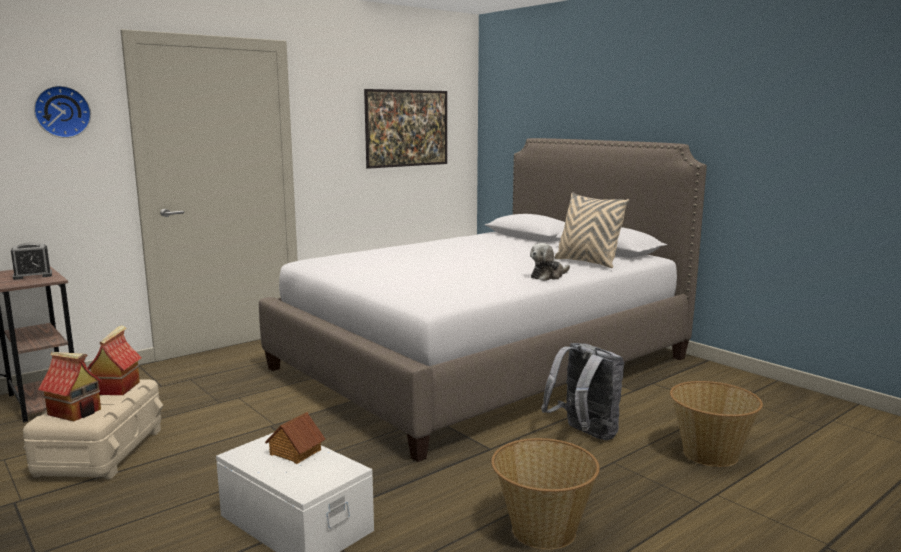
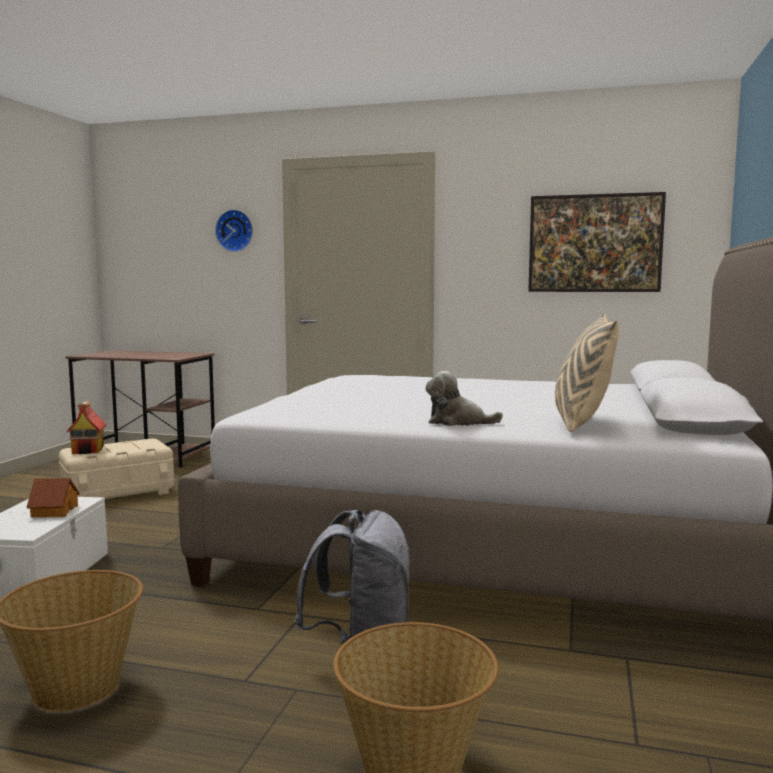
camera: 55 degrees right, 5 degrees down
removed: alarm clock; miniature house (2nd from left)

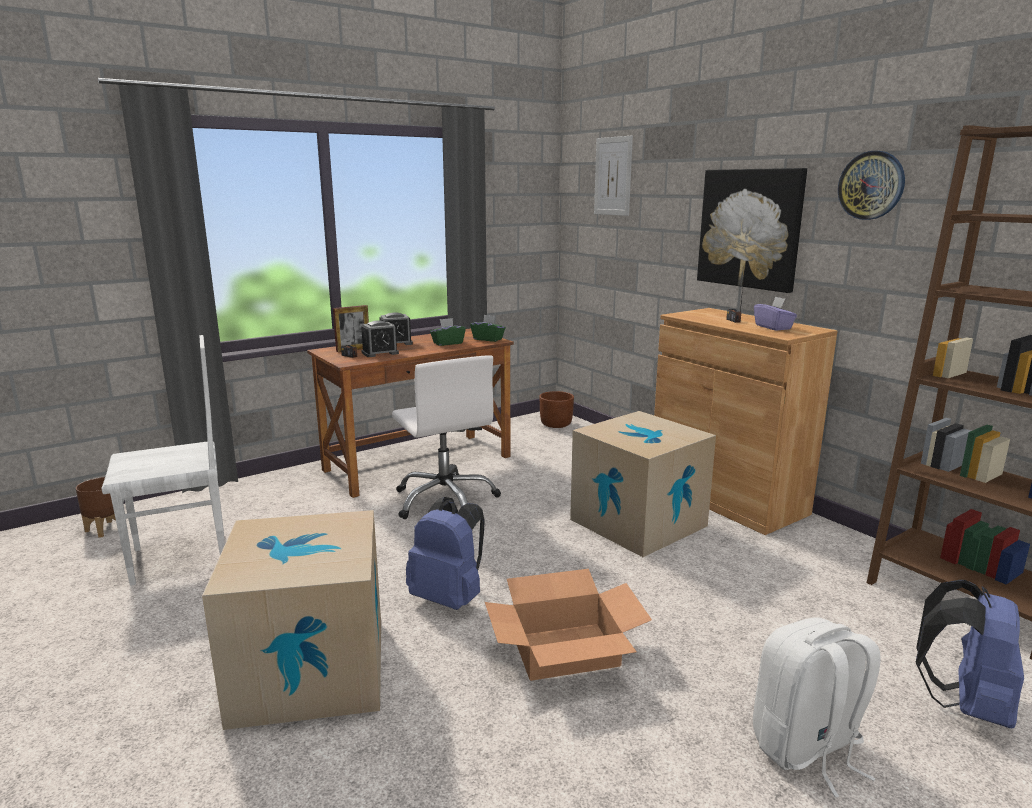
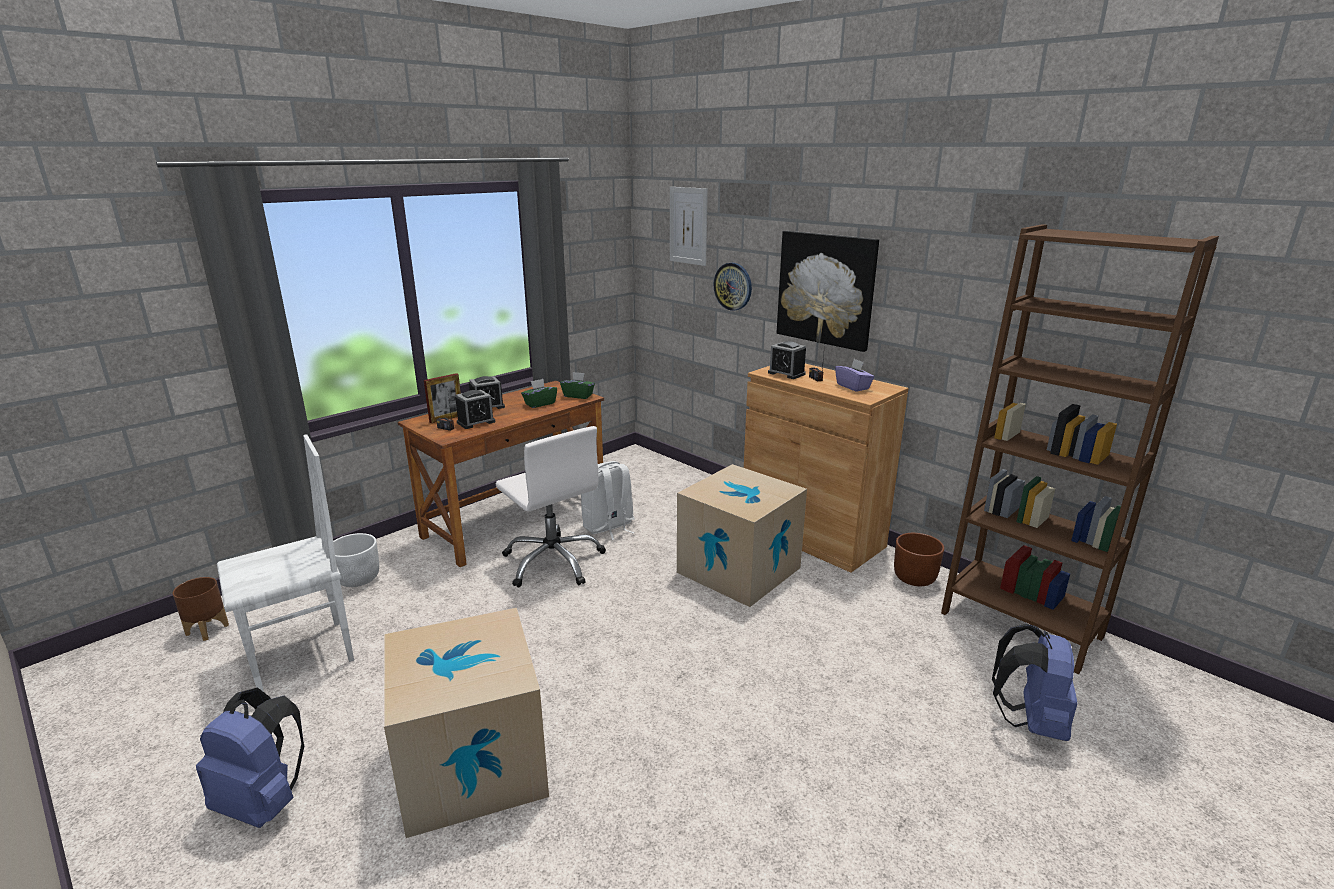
camera: 10 degrees left, 5 degrees up
removed: cardboard box (2nd from left)
added: alarm clock (3rd from left); white plant pot
moved: hanging clock; brownish plant pot (2nd from left); blue rucksack (1st from left); white rucksack

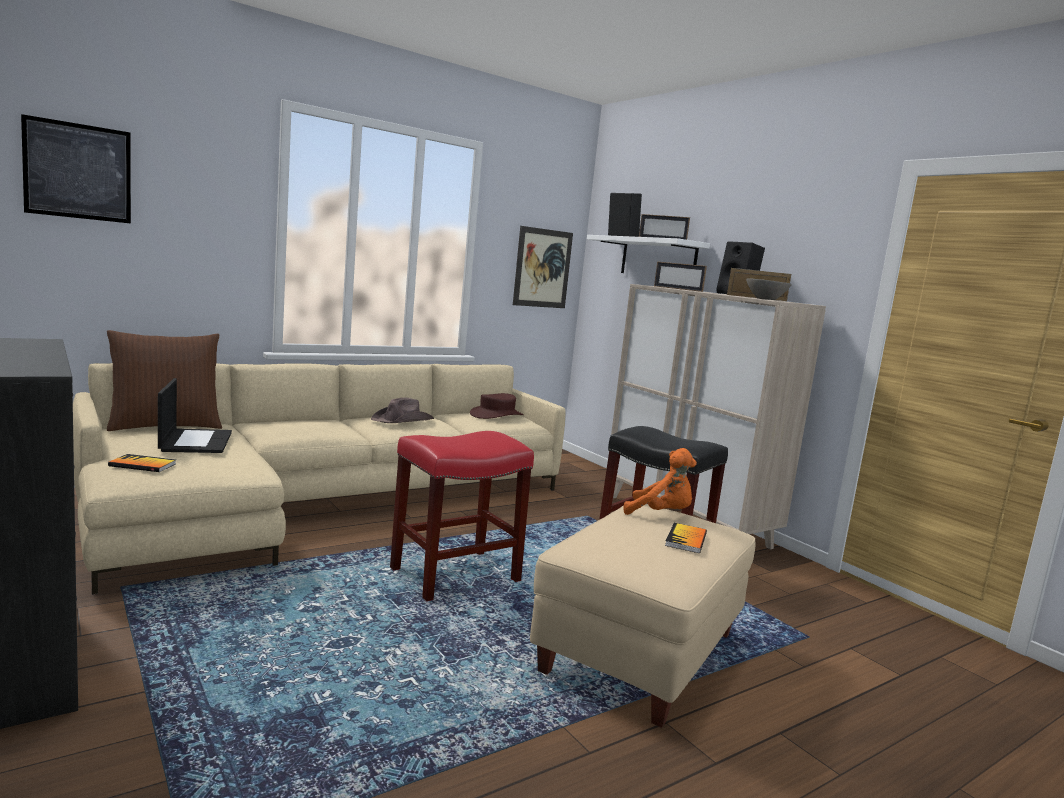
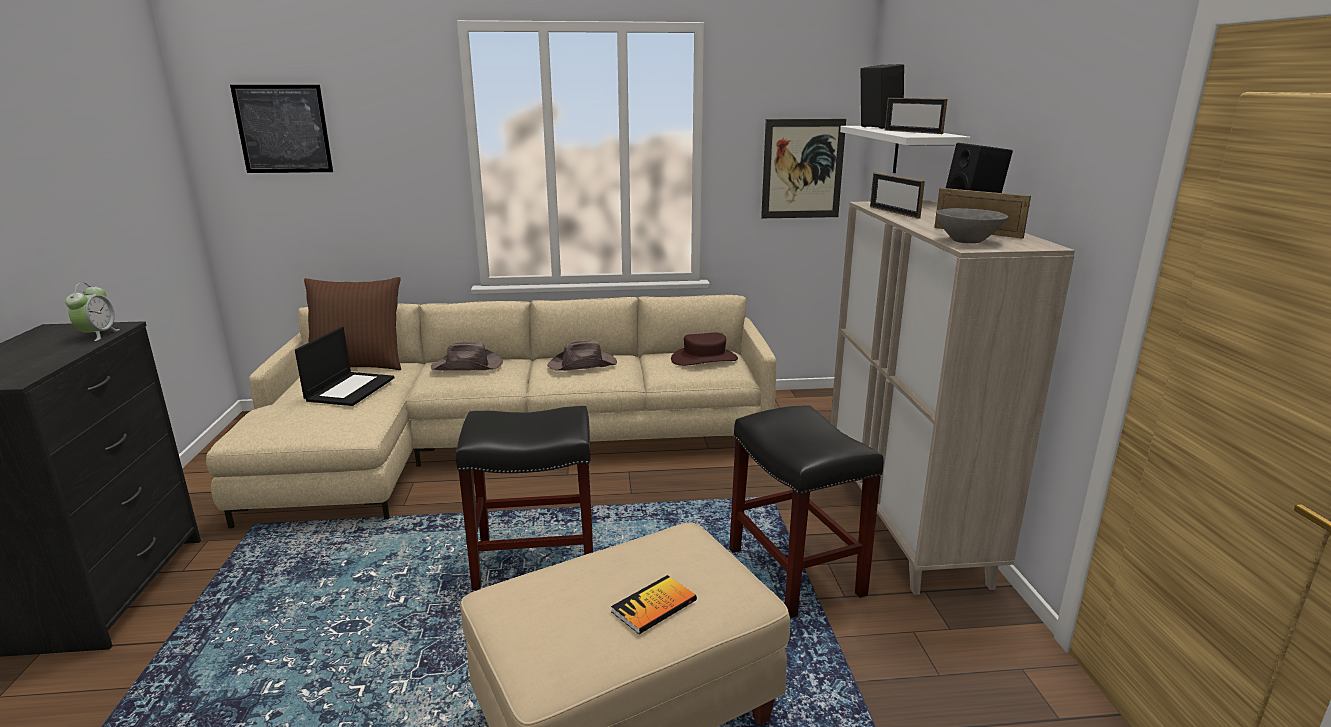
camera: 30 degrees right, 10 degrees up
removed: orangey soft toy; volume (1st from left)
added: alarm clock; brownish clothing hat (1st from left)
recoloured: reddish sitting stool to blackish sitting stool (1st from left)

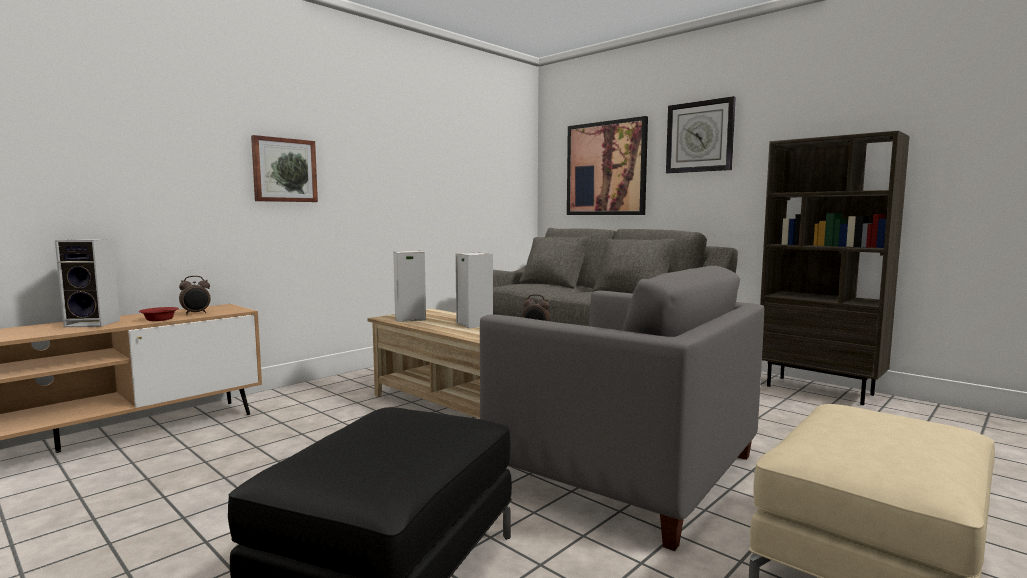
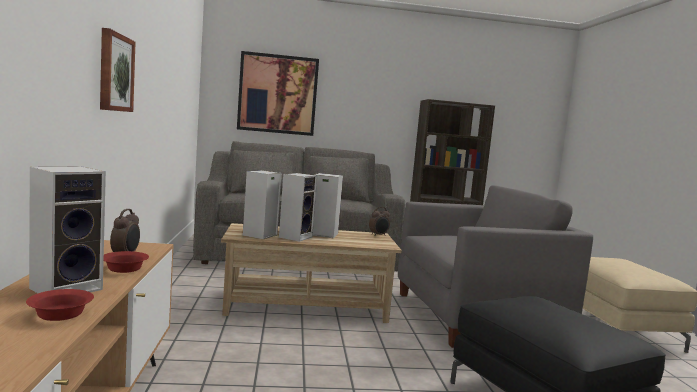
camera: 50 degrees left, 0 degrees up
removed: hanging clock
added: loudspeaker (3rd from left); reddish deep dish (1st from left)

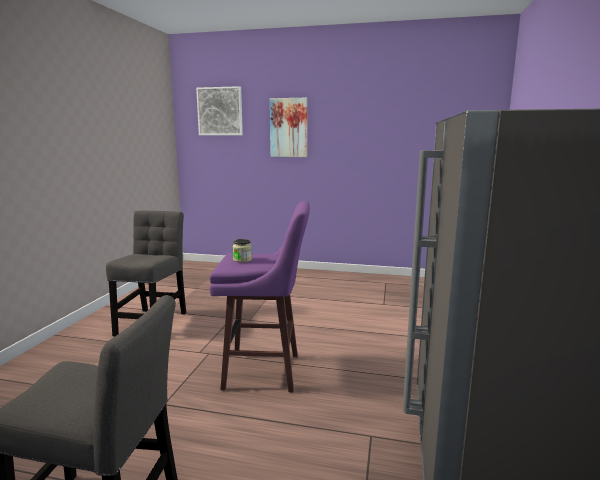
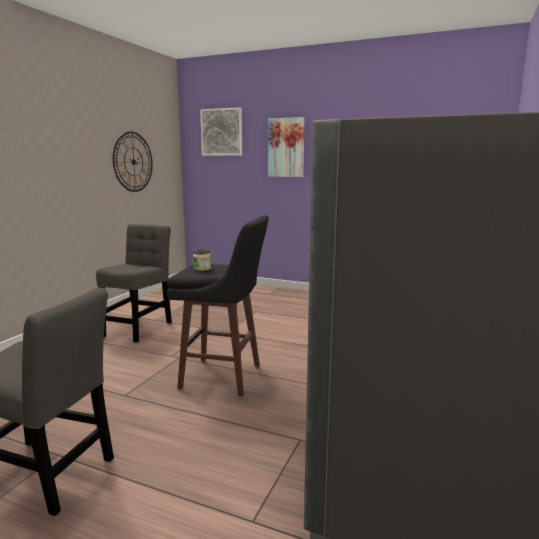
camera: 10 degrees right, 0 degrees up
added: hanging clock
recoloured: purple-coloured sitting stool to blackish sitting stool

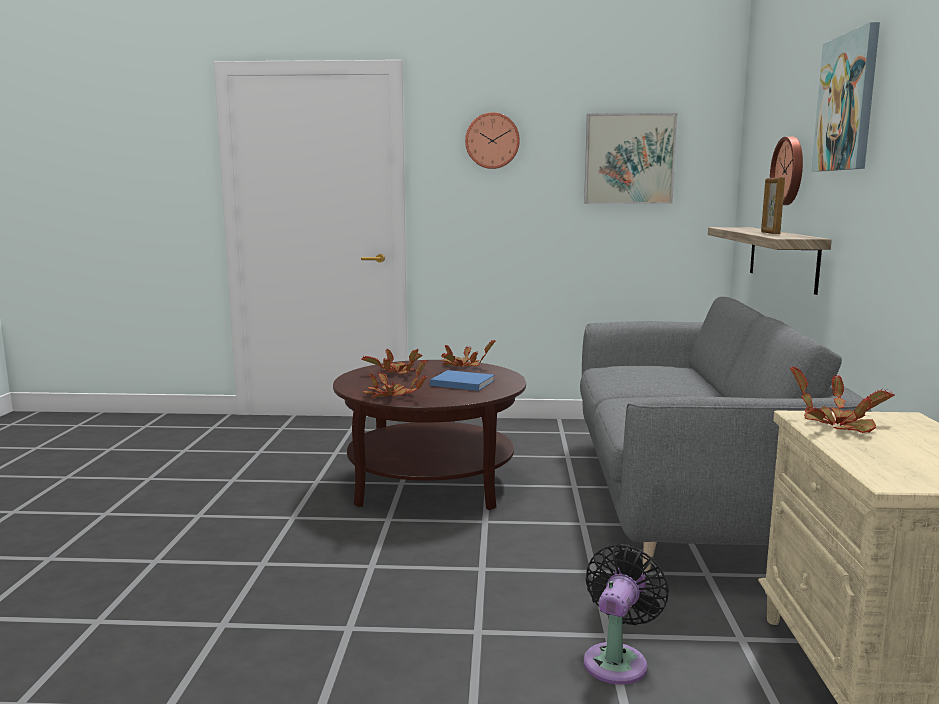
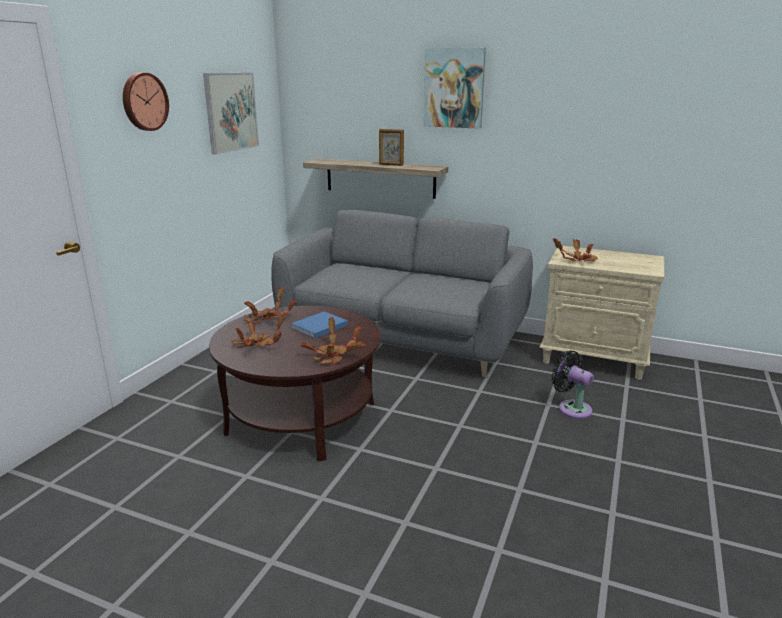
camera: 70 degrees left, 10 degrees up
removed: hanging clock (2nd from left)

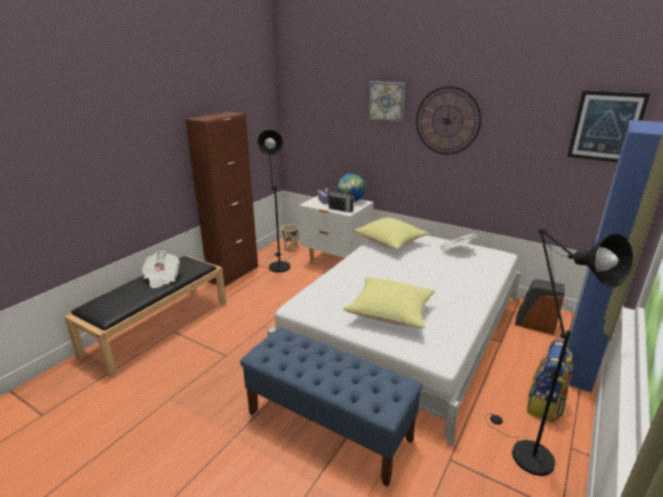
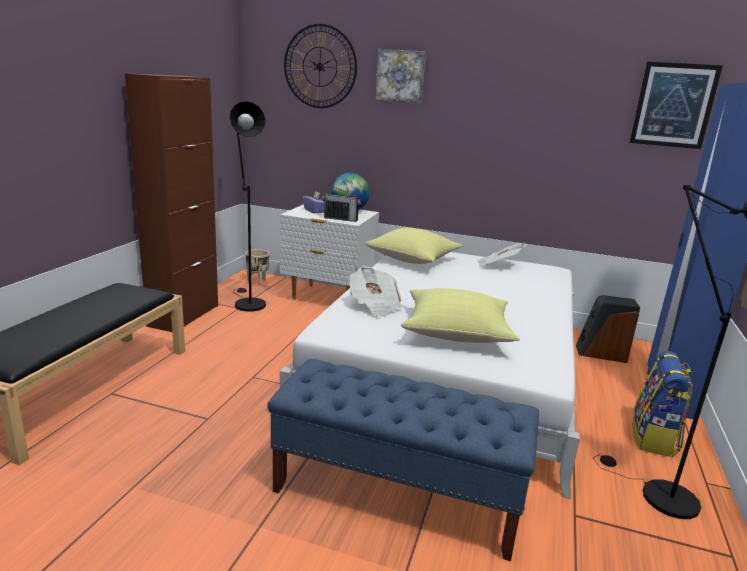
camera: 15 degrees left, 5 degrees down
moved: hanging clock; daily paper (1st from left)

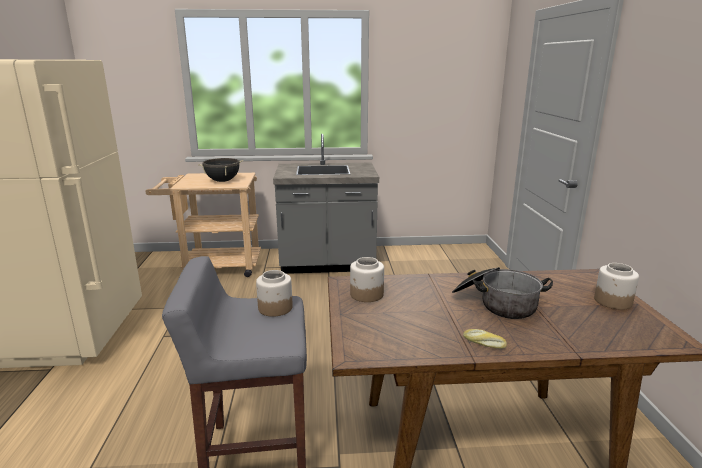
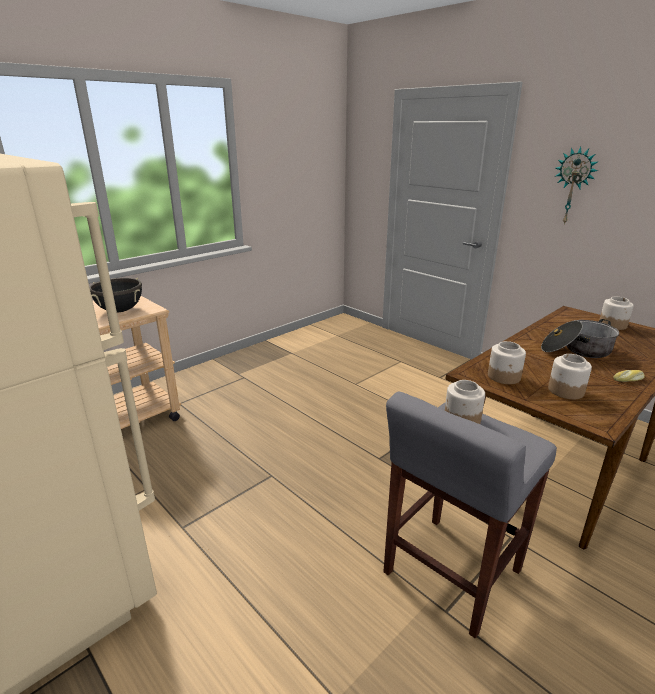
camera: 40 degrees left, 5 degrees up
removed: grey counter
added: hanging clock; jar (3rd from left)

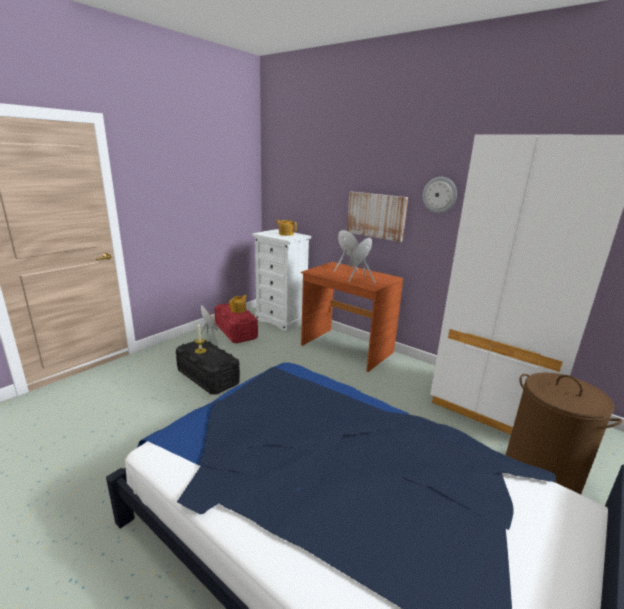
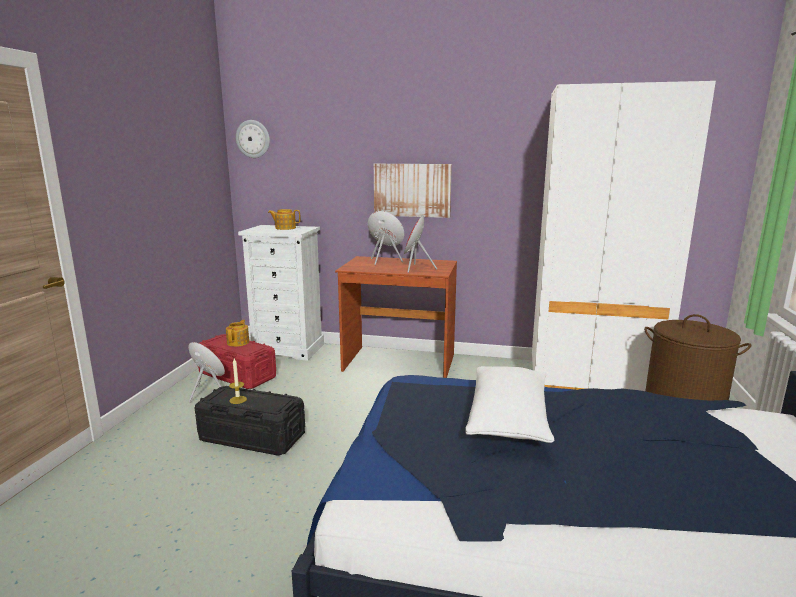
camera: 25 degrees left, 5 degrees down
added: white cushion
moved: hanging clock

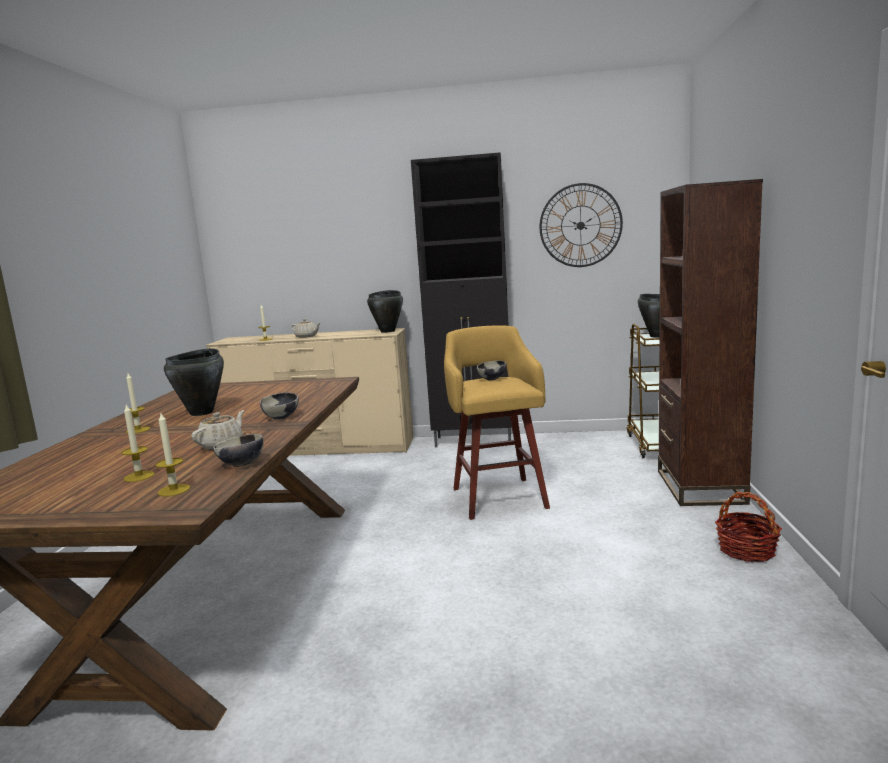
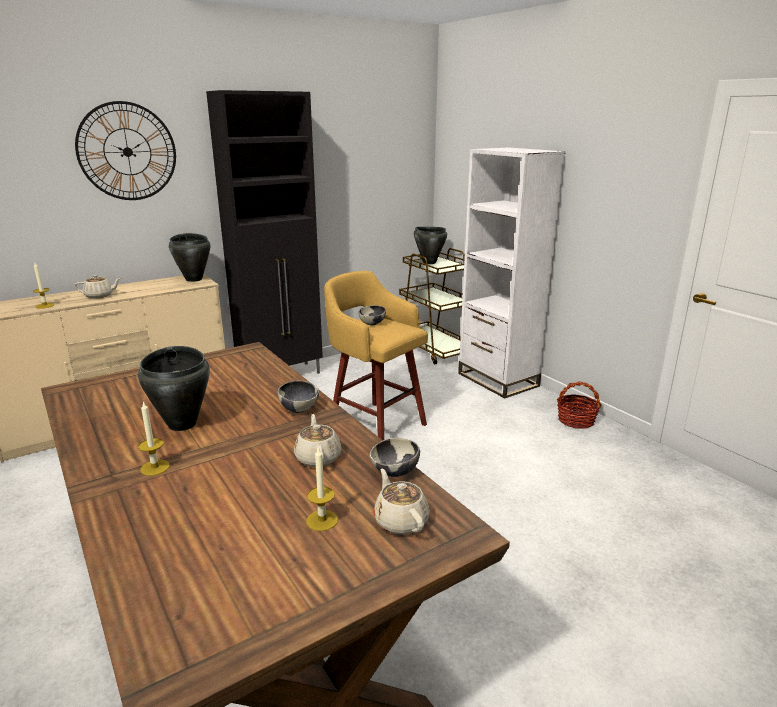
camera: 40 degrees left, 10 degrees up
moved: hanging clock
replaced: wax light (3rd from left) to beige-coloured tea pot (3rd from left)
recoloured: brownish shelving unit to white shelving unit

